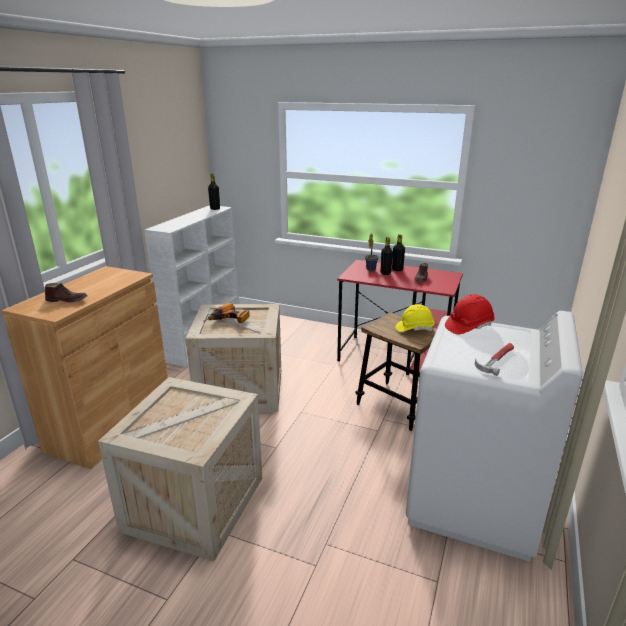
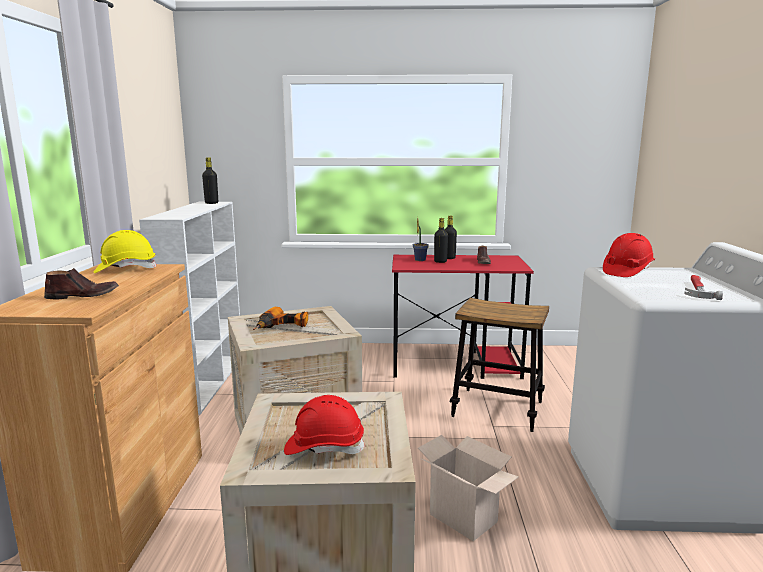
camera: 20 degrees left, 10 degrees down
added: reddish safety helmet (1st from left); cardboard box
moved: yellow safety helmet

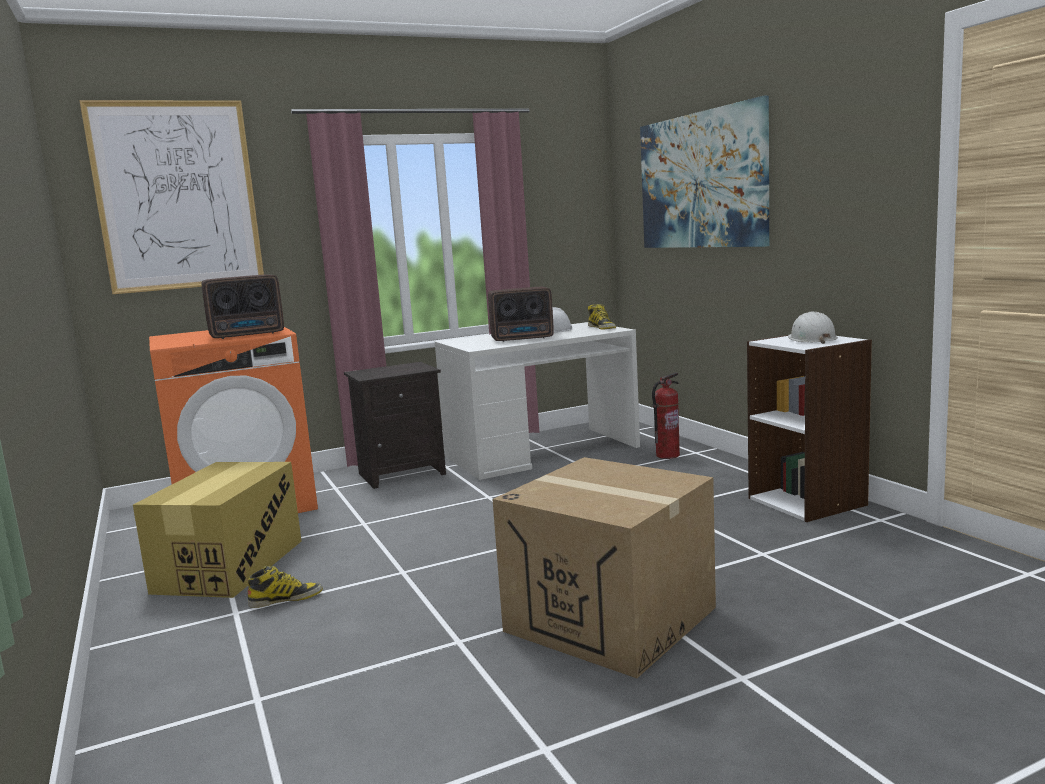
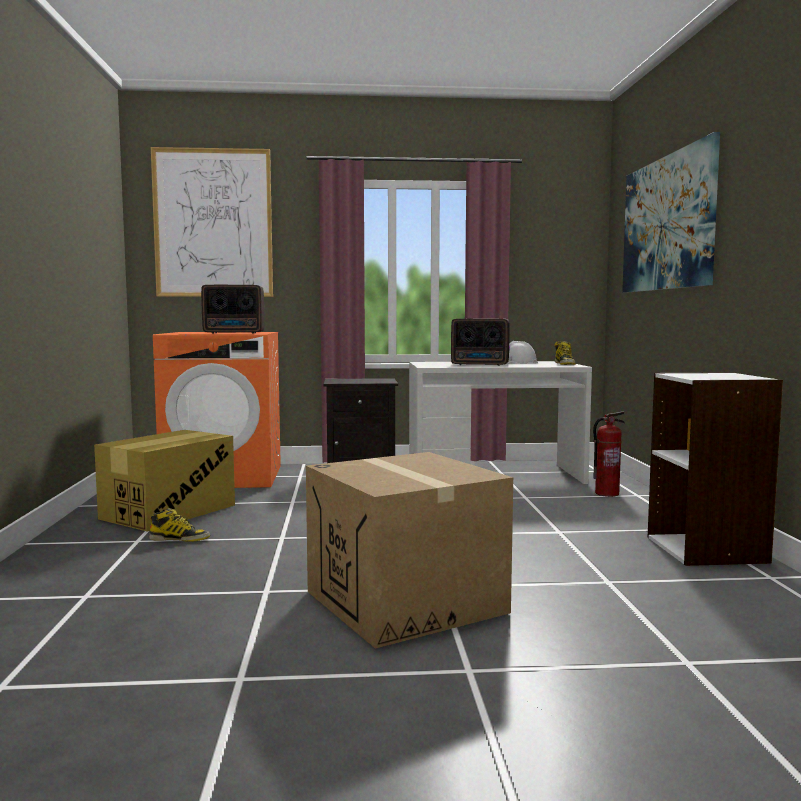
camera: 20 degrees right, 5 degrees down
removed: white safety helmet (2nd from left)

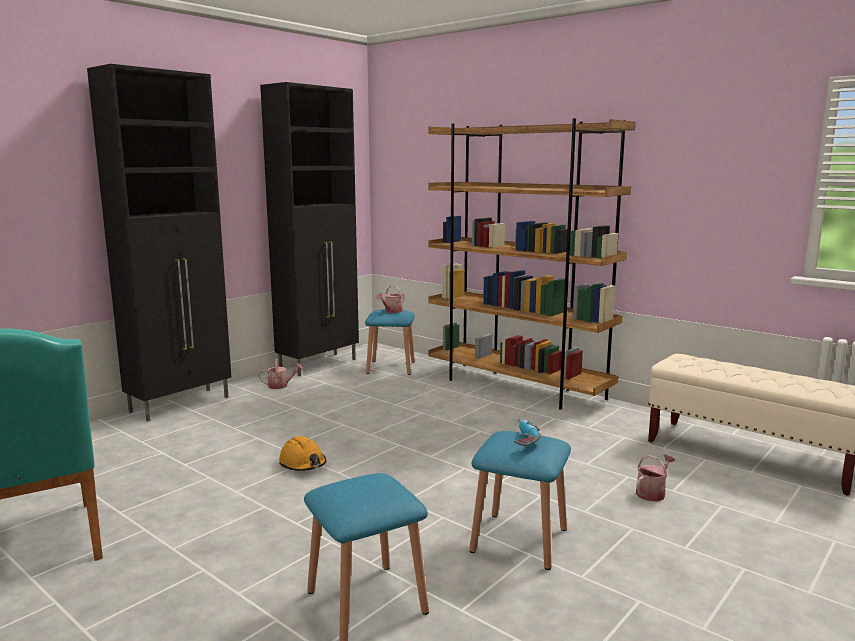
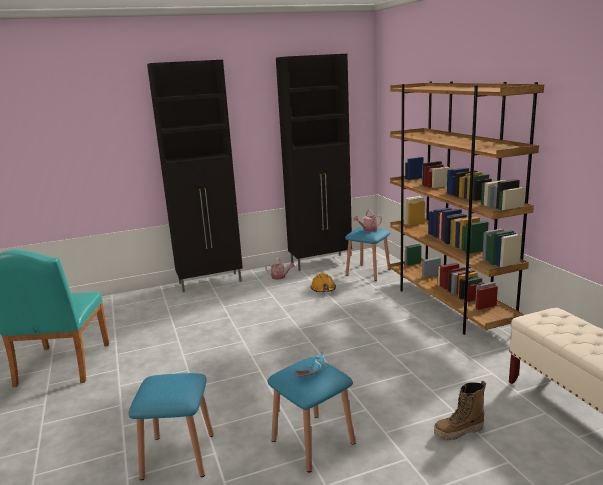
camera: 30 degrees right, 5 degrees up
moved: orangey safety helmet
replaced: watering pot (3rd from left) to tall boot

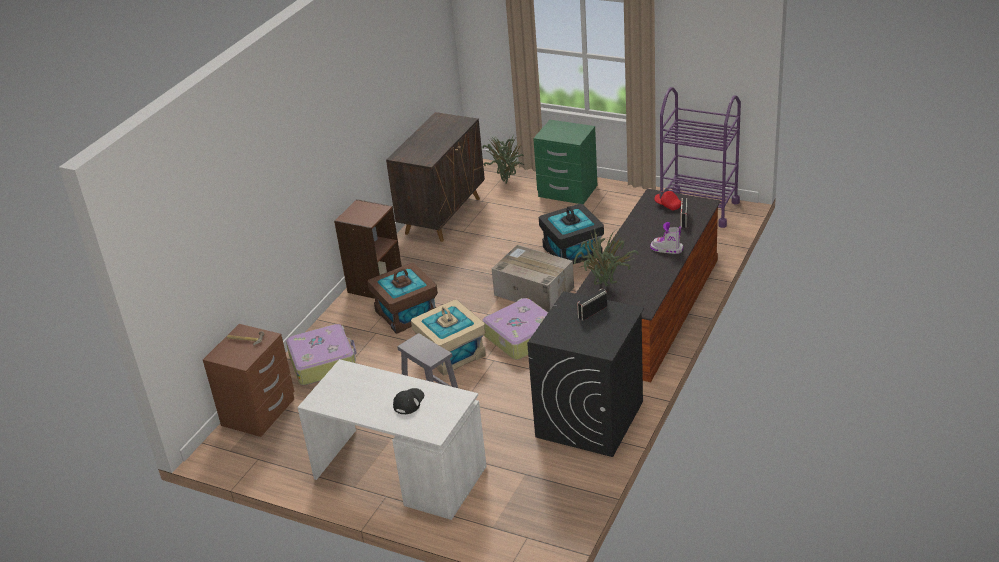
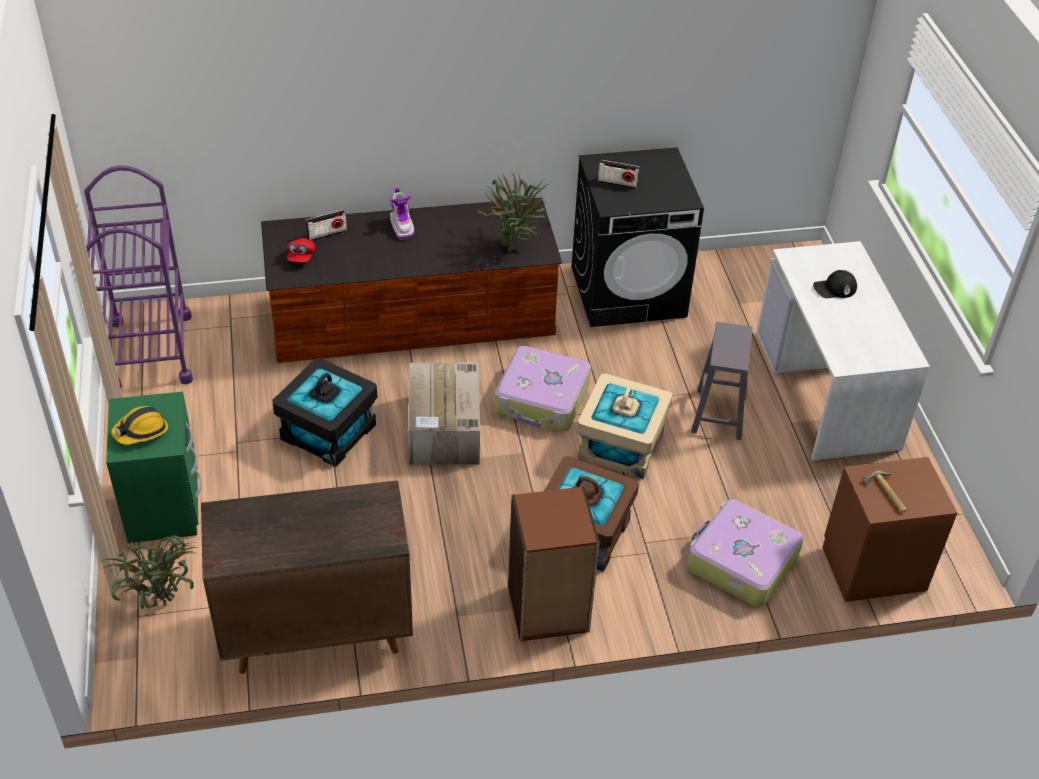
camera: 130 degrees left, 10 degrees up
added: safety helmet

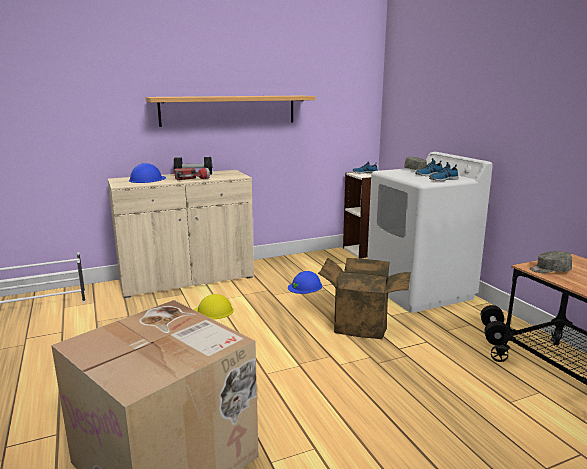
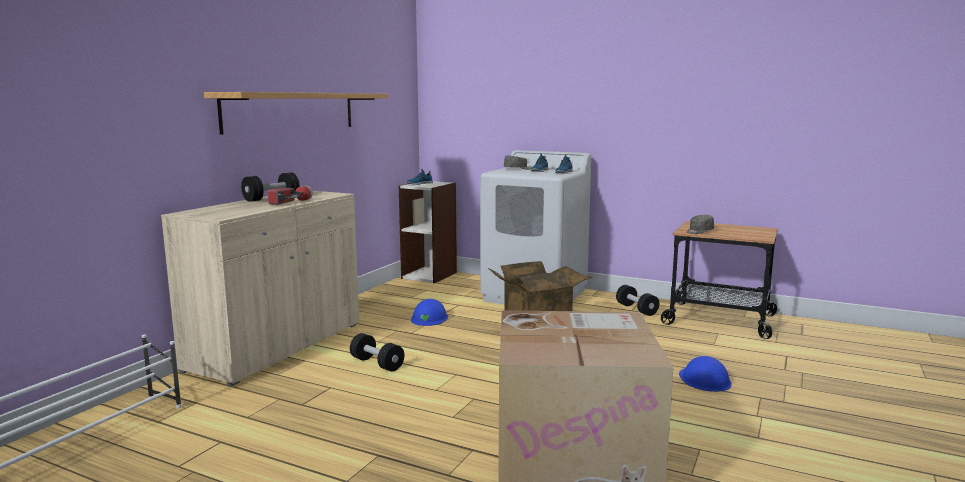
camera: 40 degrees left, 5 degrees down
moved: blue safety helmet (1st from left in the first image) to blue safety helmet (2nd from left)
replaced: yellow safety helmet to blackish free weight (2nd from left)

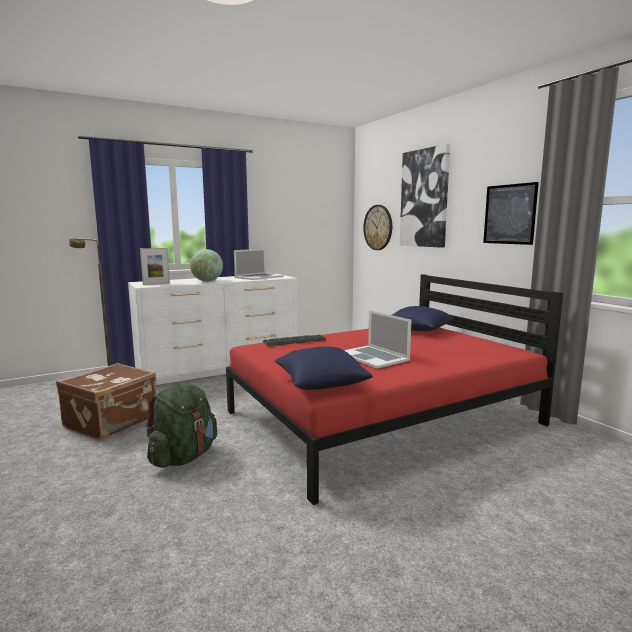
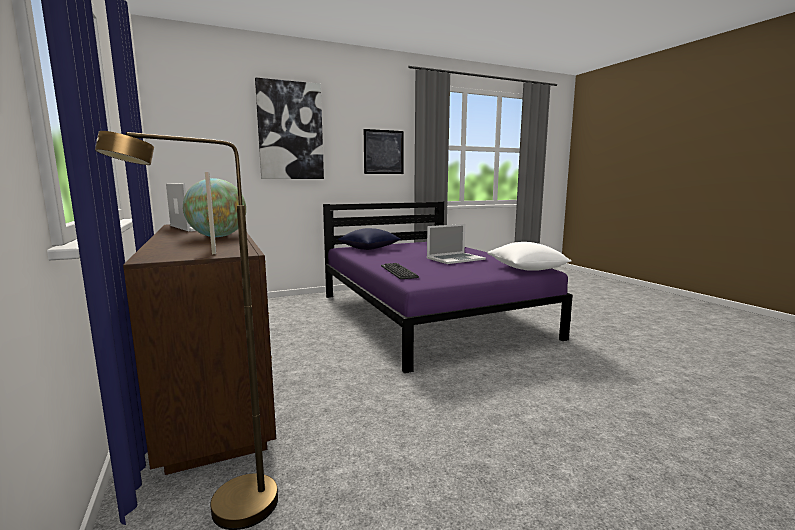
camera: 85 degrees left, 0 degrees up
removed: hanging clock; brownish suitcase; green-coloured rucksack
recoloured: white dresser to brownish dresser; reddish sleeping bed to purple-coloured sleeping bed; blue cushion (1st from left) to white cushion

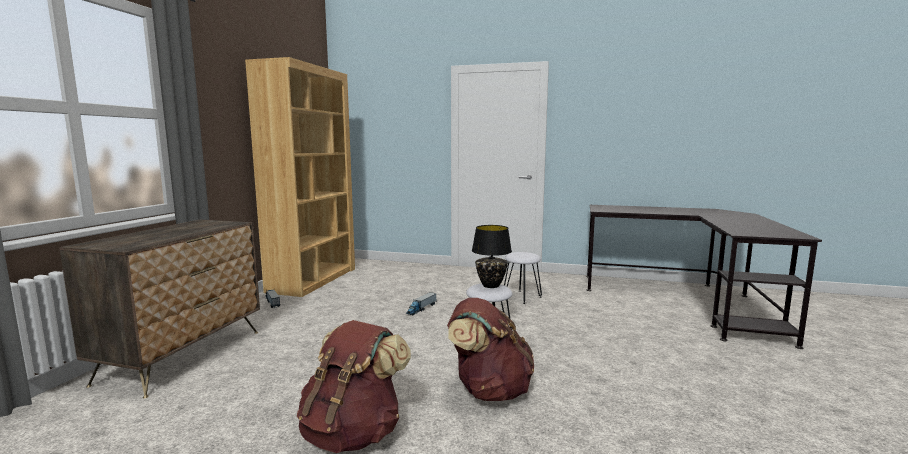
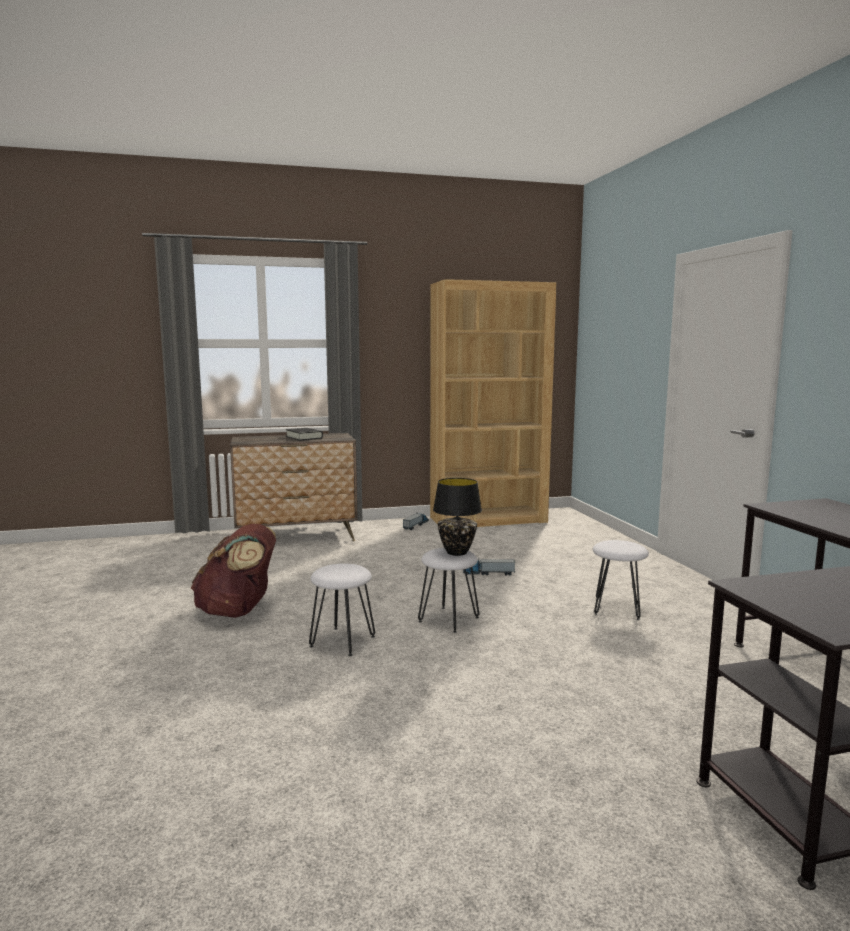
camera: 60 degrees right, 0 degrees up
added: blackish volume
replaced: brownish rucksack (2nd from left) to white sitting stool (1st from left)

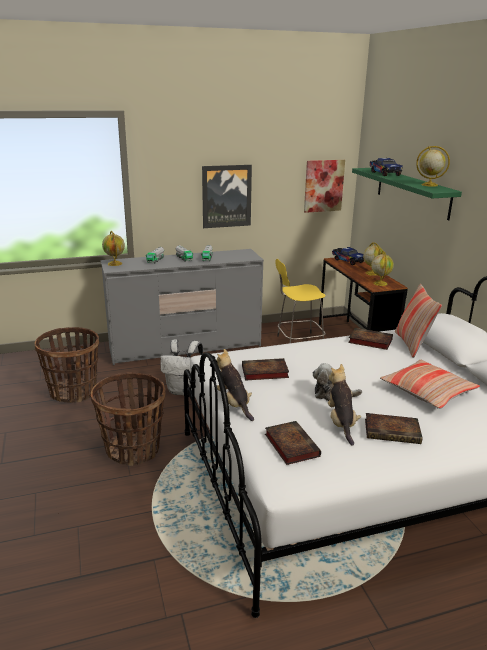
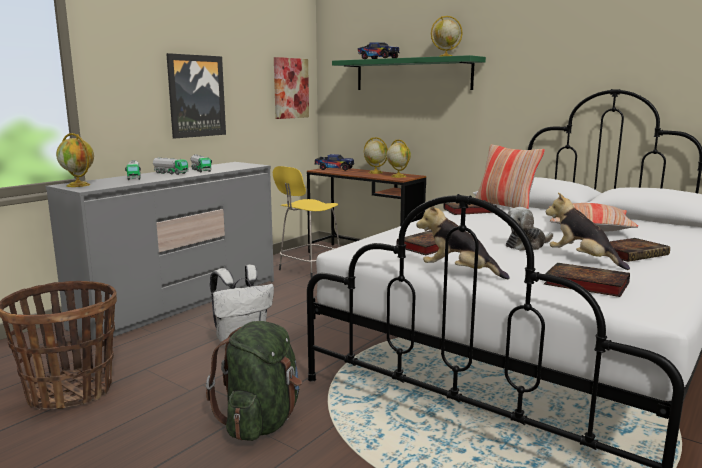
camera: 35 degrees left, 10 degrees down
replaced: household basket (2nd from left) to green-coloured rucksack

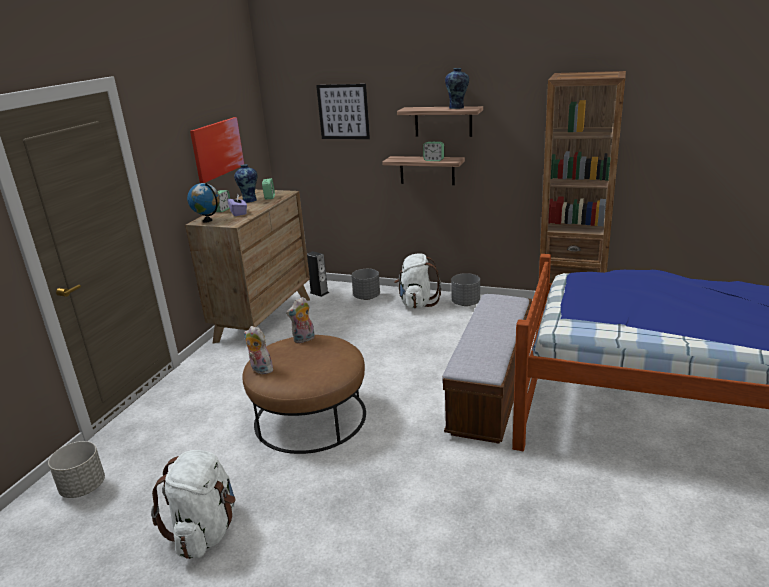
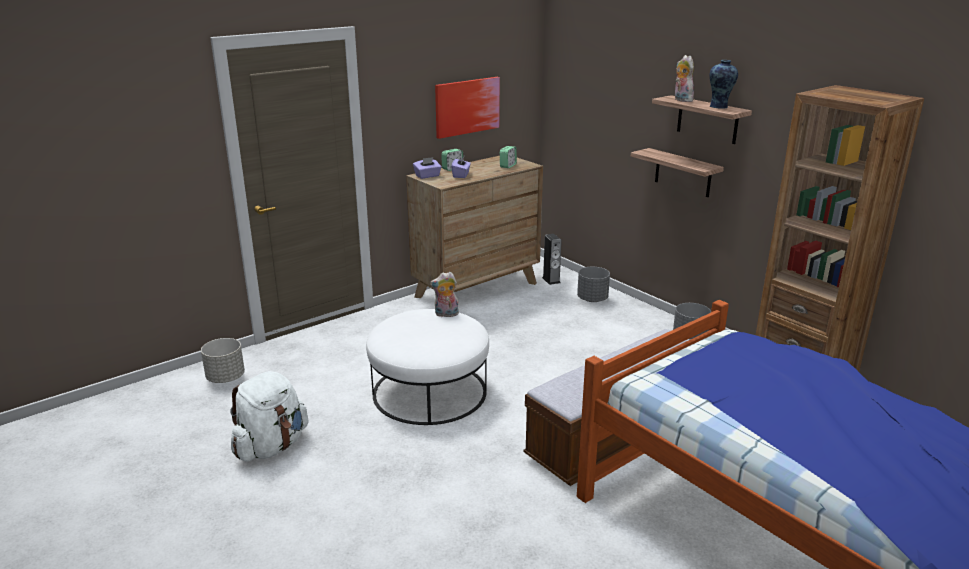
camera: 30 degrees right, 0 degrees up
removed: wall art (2nd from left); alarm clock (3rd from left); flower vase (1st from left); white rucksack (2nd from left)
moved: soft toy (1st from left in the first image) to soft toy (2nd from left)
replaced: globe to purple-coloured box of tissues (1st from left)
recoloured: brownish footrest to white footrest

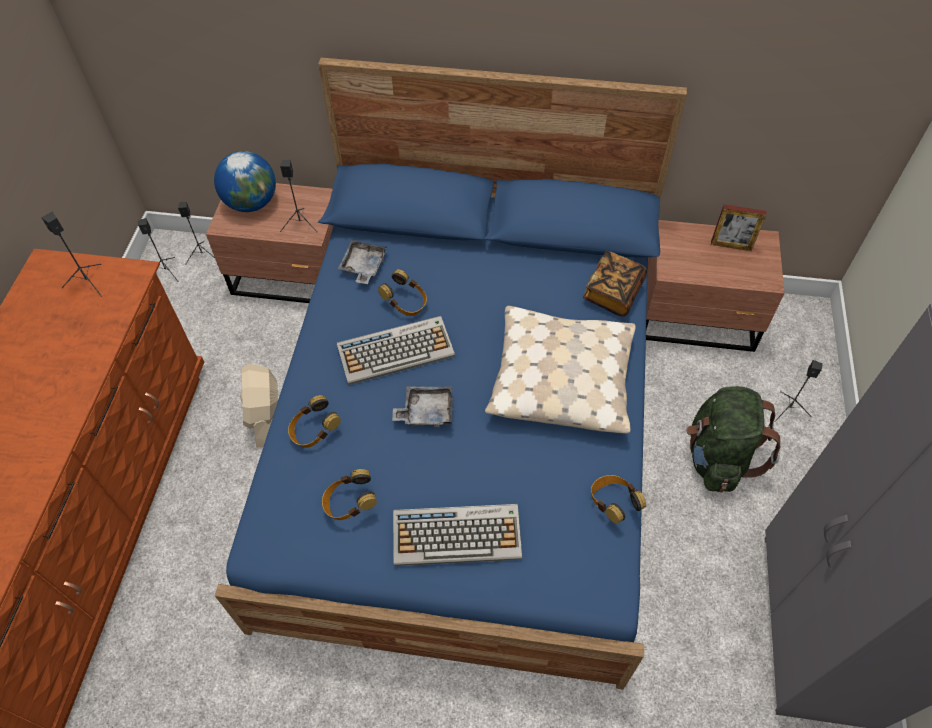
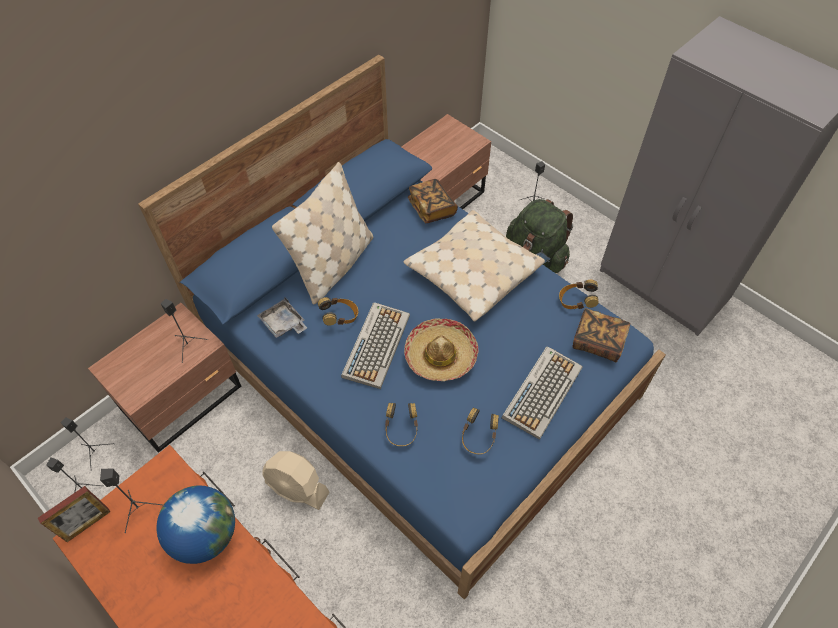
camera: 55 degrees left, 0 degrees up
added: beige-coloured cushion (1st from left); volume (2nd from left)
moved: globe; photo frame
replaced: grey serving tray (2nd from left) to clothing hat

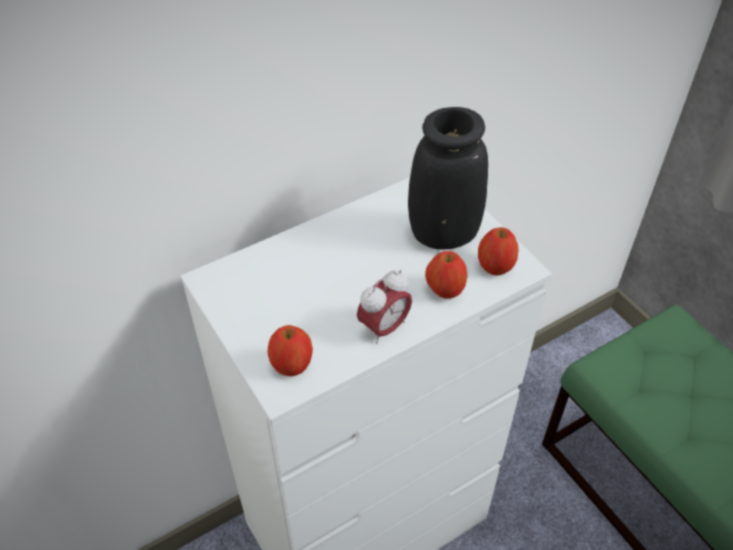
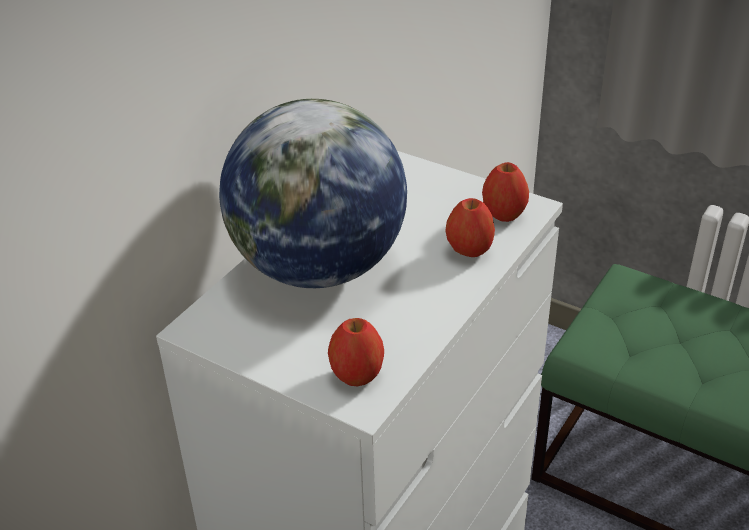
camera: 25 degrees left, 10 degrees down
removed: blackish flower vase; alarm clock
added: globe

